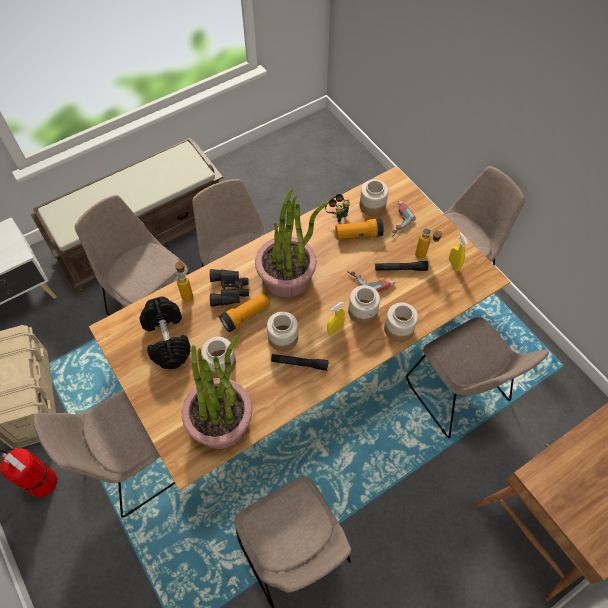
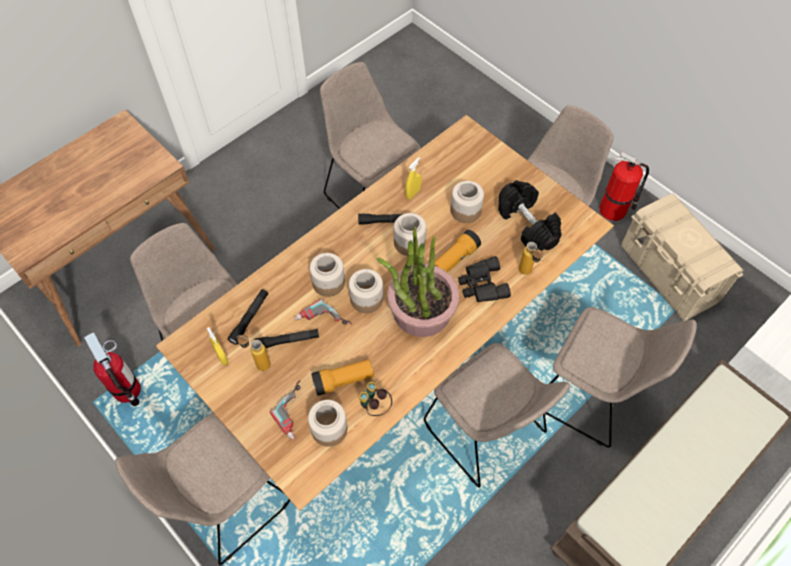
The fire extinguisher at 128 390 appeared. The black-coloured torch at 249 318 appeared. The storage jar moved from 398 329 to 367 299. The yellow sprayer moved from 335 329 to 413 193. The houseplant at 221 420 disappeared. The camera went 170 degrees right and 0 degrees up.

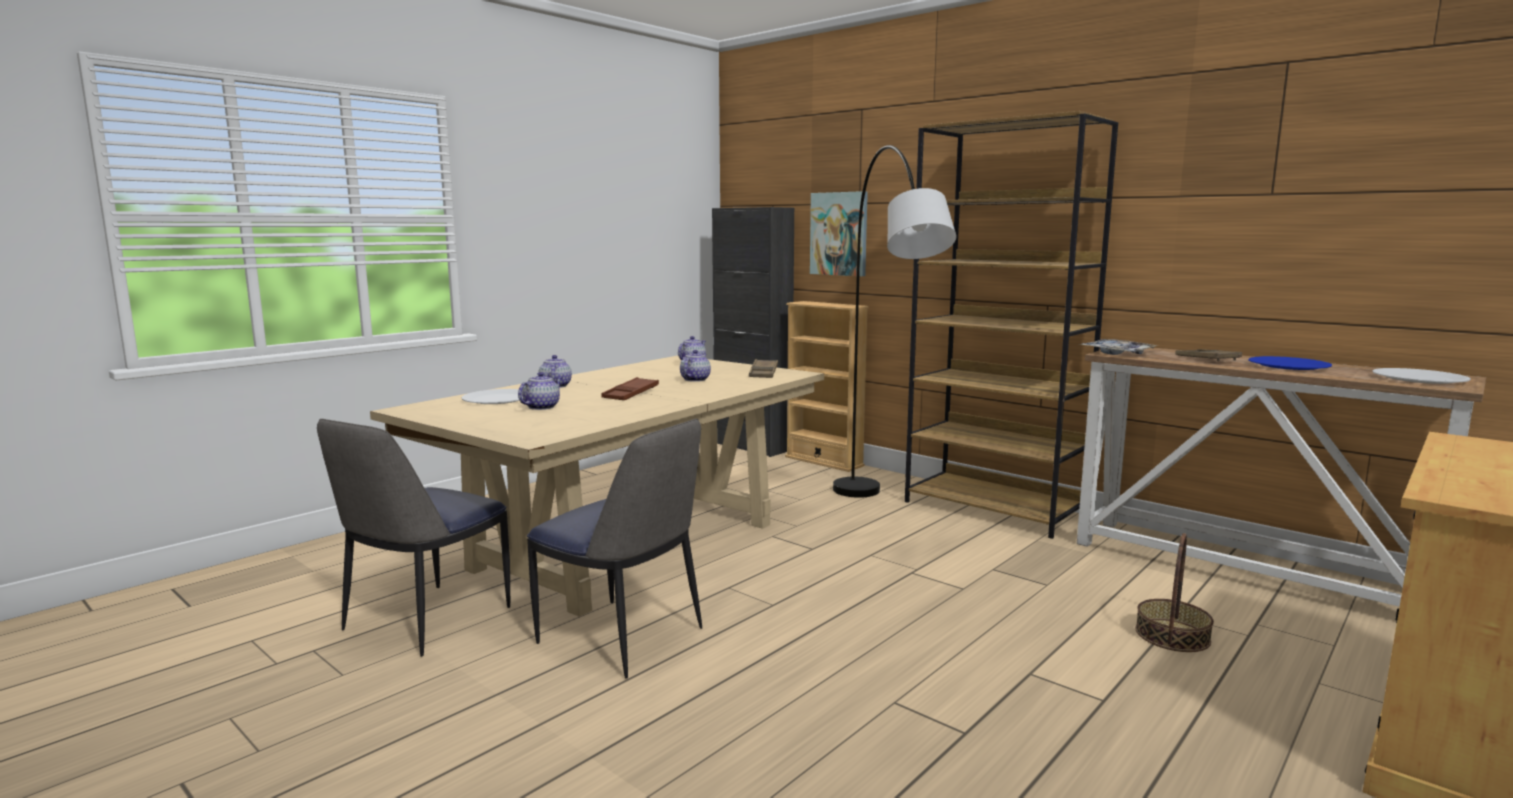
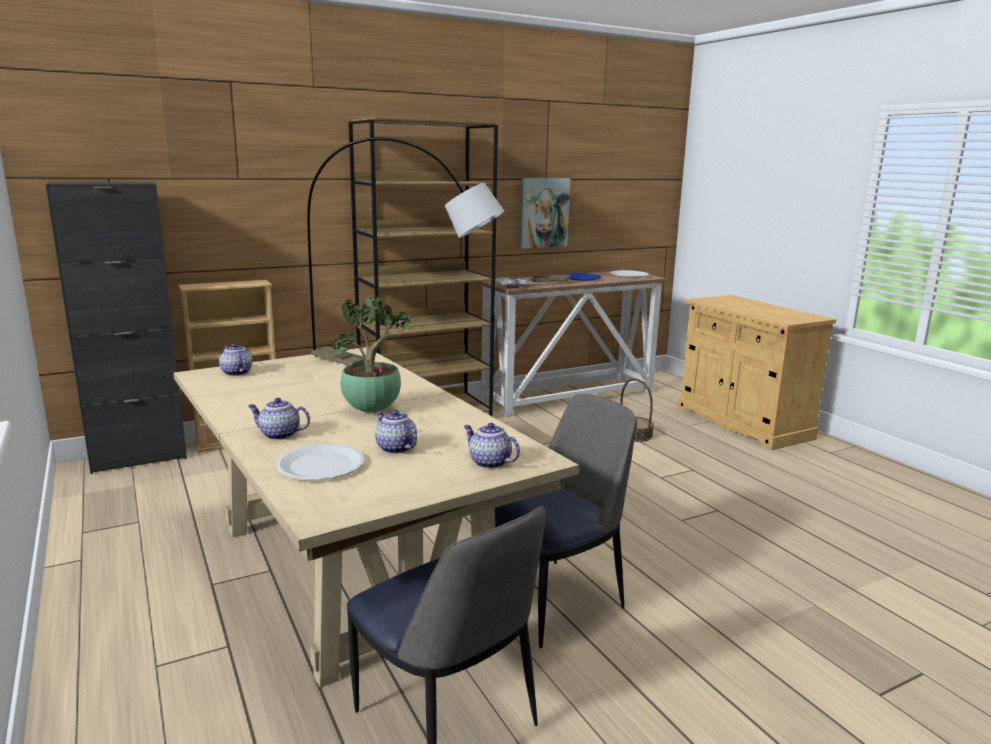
The brown-coloured tray at 631 394 was replaced by the houseplant at 373 410. The teapot moved from 695 379 to 489 462. The wall picture moved from 839 234 to 543 213. The camera went 70 degrees left and 5 degrees up.

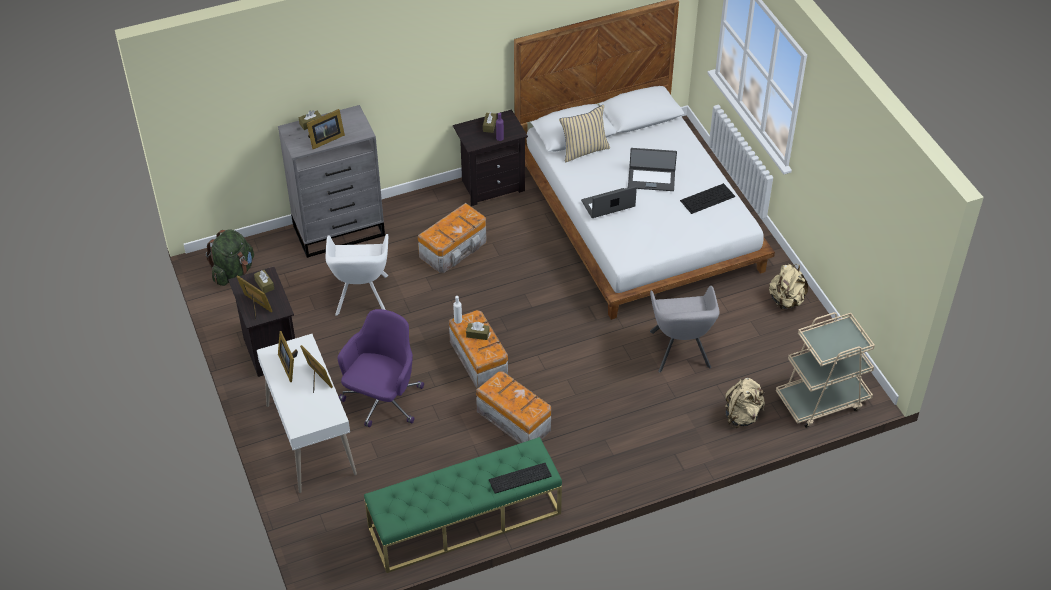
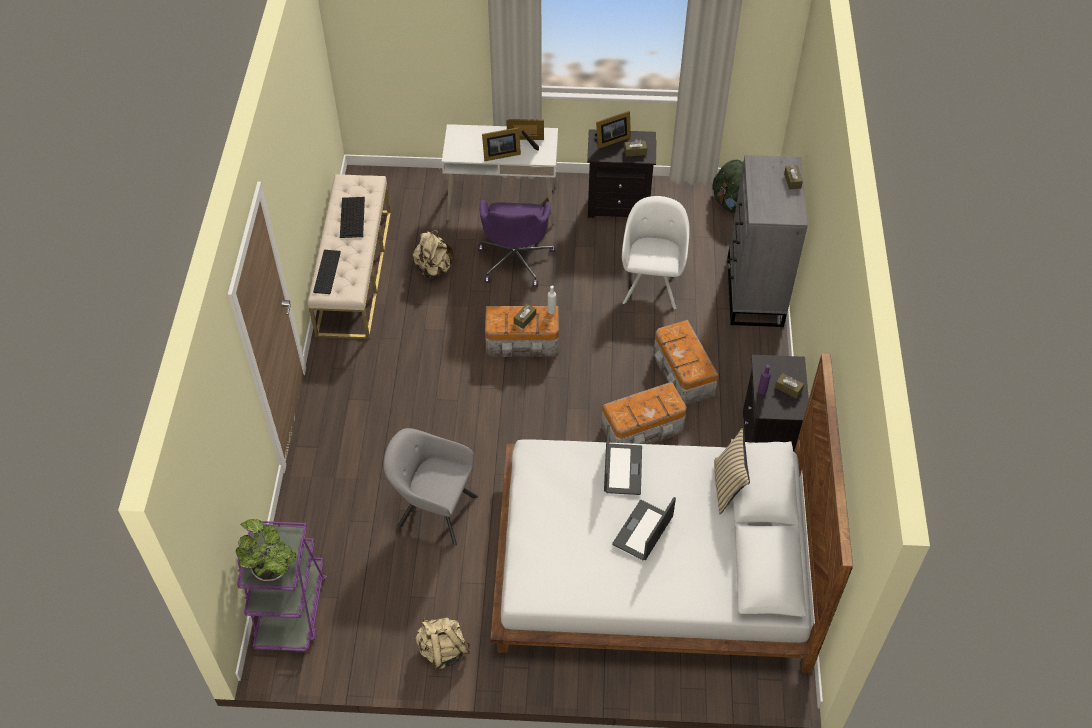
The houseplant at 270 568 appeared. The beige trolley at 821 400 became the purplish trolley at 291 608. The green bench at 464 520 became the beige bench at 354 272. The PC keyboard moved from 708 198 to 352 217. The beige backpack moved from 742 415 to 434 269. The purplish desk chair at 382 401 turned 45 degrees clockwise. The storage box moved from 514 420 to 644 428. The whitish easy chair at 361 297 turned 75 degrees clockwise. The standing frame at 325 140 disappeared. The camera went 115 degrees right and 5 degrees up.

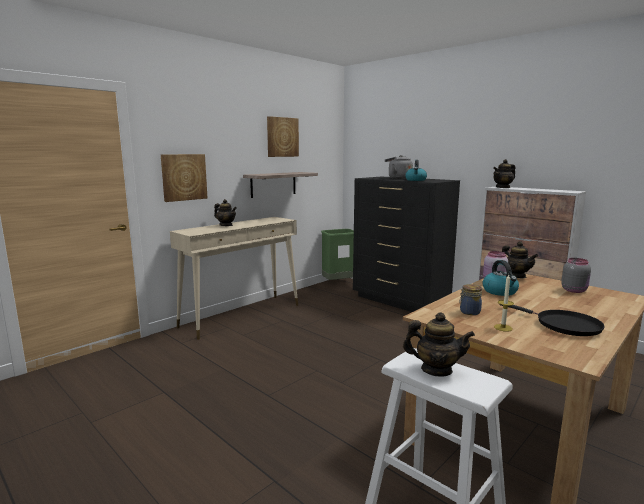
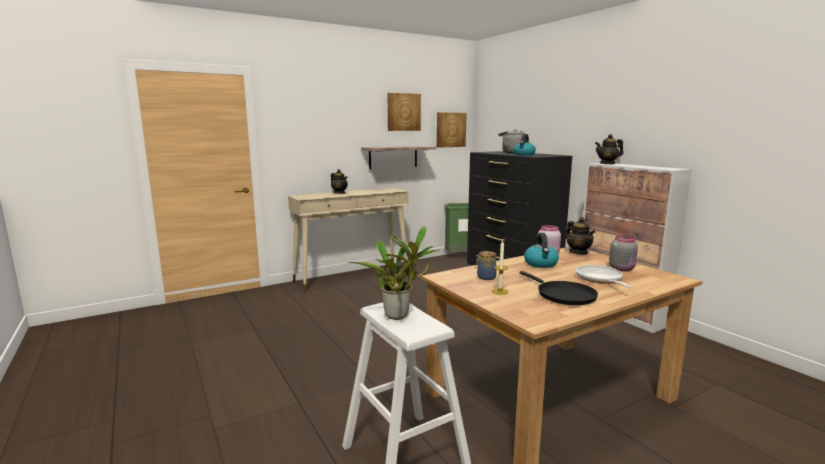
The teapot at 436 370 was replaced by the houseplant at 400 315. The wall picture moved from 184 177 to 450 129. The frying pan at 600 279 appeared. The camera went 15 degrees right and 0 degrees up.

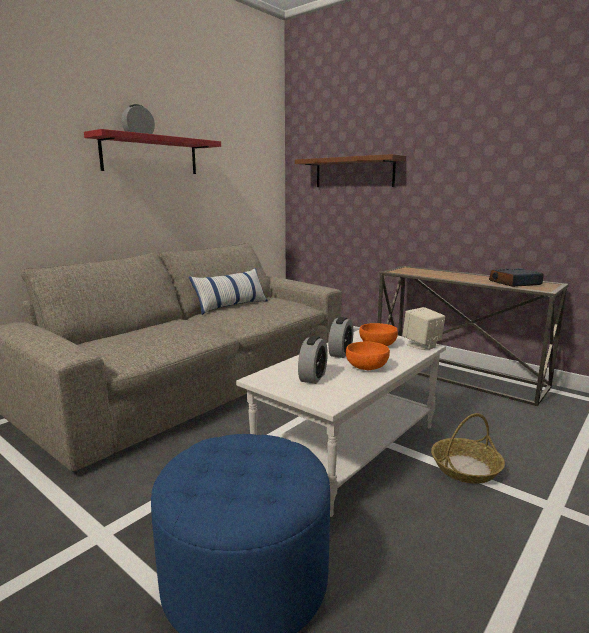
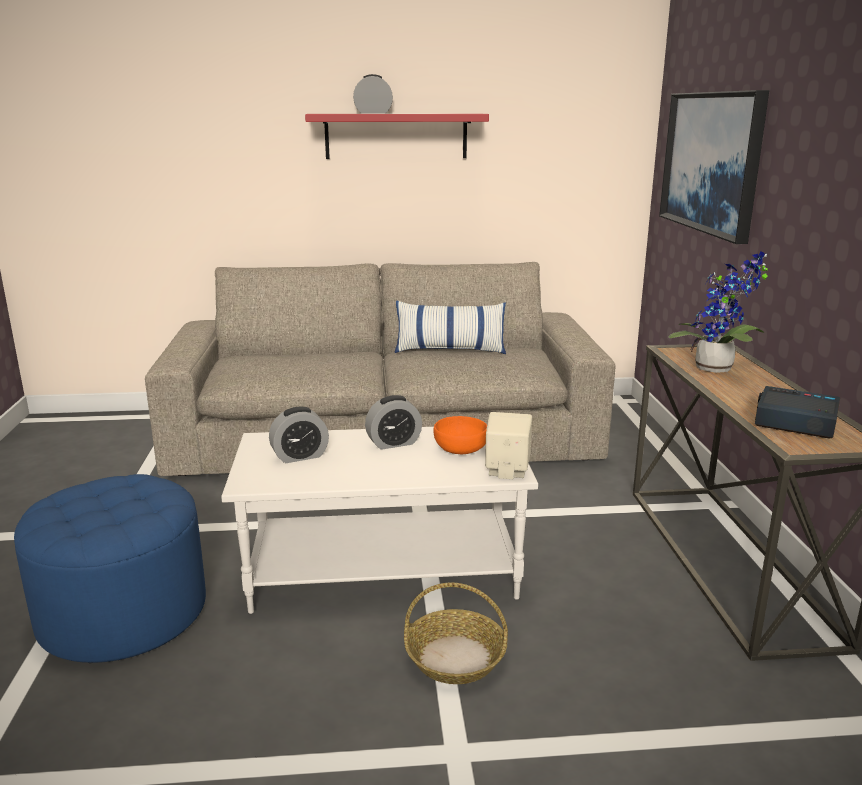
The brown-coloured wall shelf at 354 172 was replaced by the wall picture at 712 162. The houseplant at 717 369 appeared. The orange-coloured serving bowl at 367 366 disappeared. The camera went 45 degrees right and 5 degrees up.

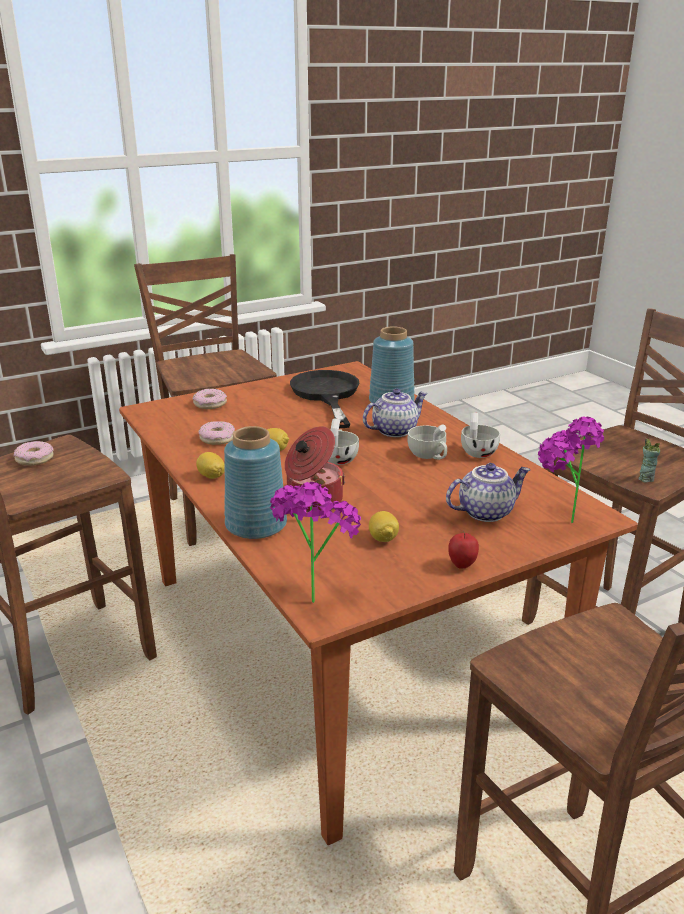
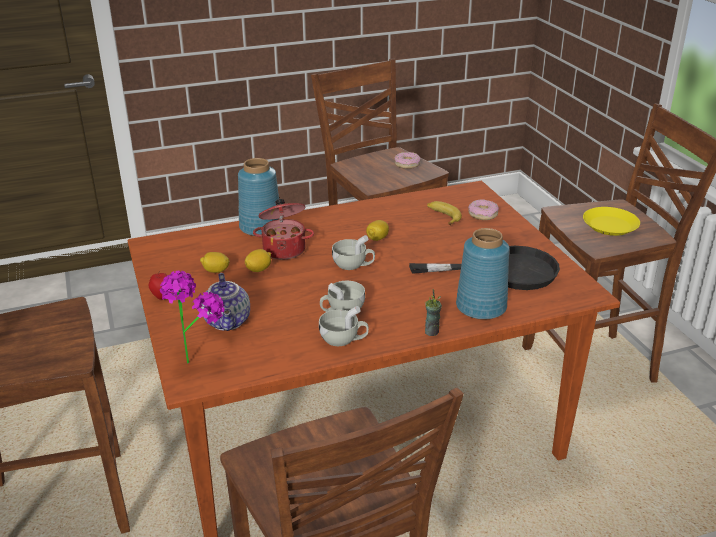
The whole lemon moved from 211 476 to 259 269. The drinking cup moved from 645 479 to 432 331. The whole banana at 443 216 appeared. The yellow plate at 610 225 appeared. The ring doughnut at 217 438 disappeared. The houseplant at 313 591 disappeared. The teapot at 394 430 disappeared. The camera went 100 degrees right and 5 degrees up.

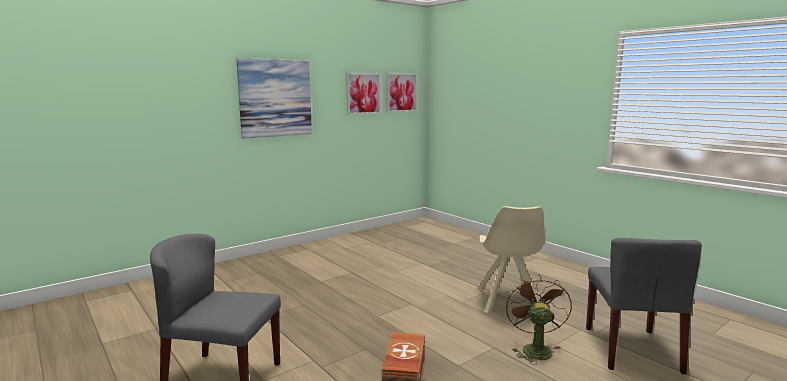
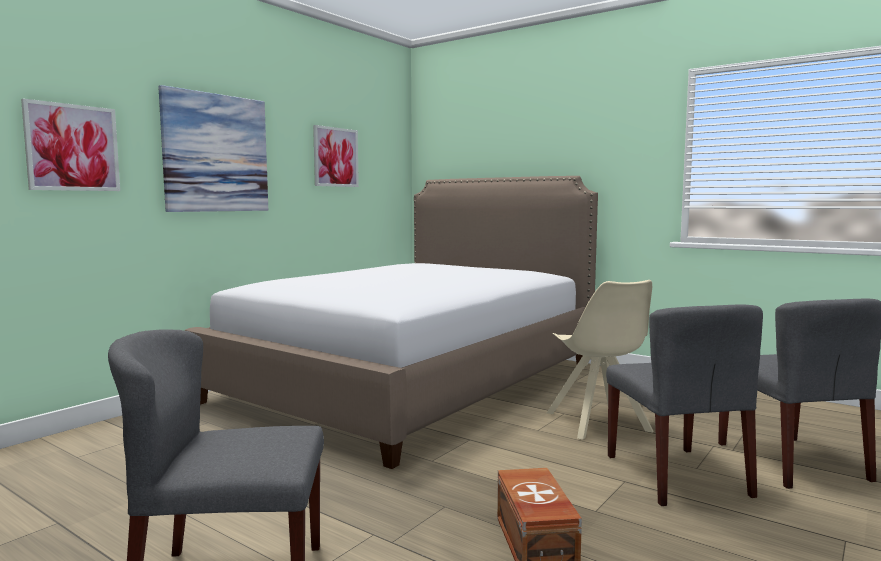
The wall picture moved from 401 92 to 72 147. The bedroom bed at 412 382 appeared. The brown-coloured electric fan at 534 348 was replaced by the greyish plain chair at 677 475. The camera went 15 degrees left and 5 degrees down.

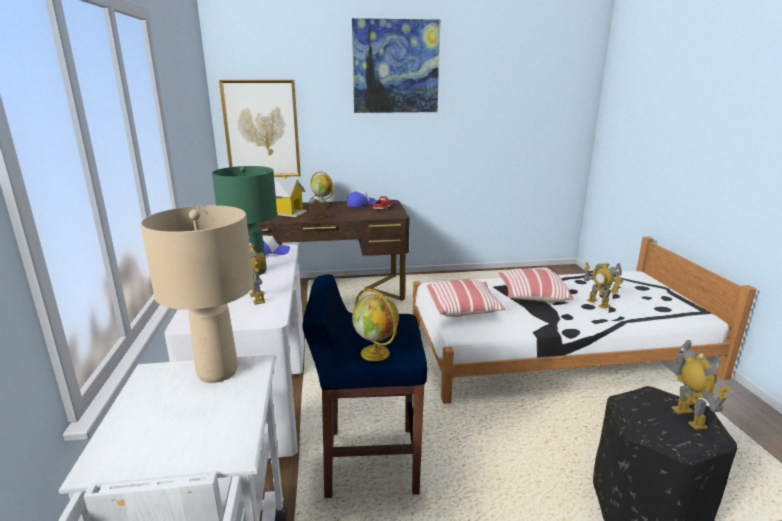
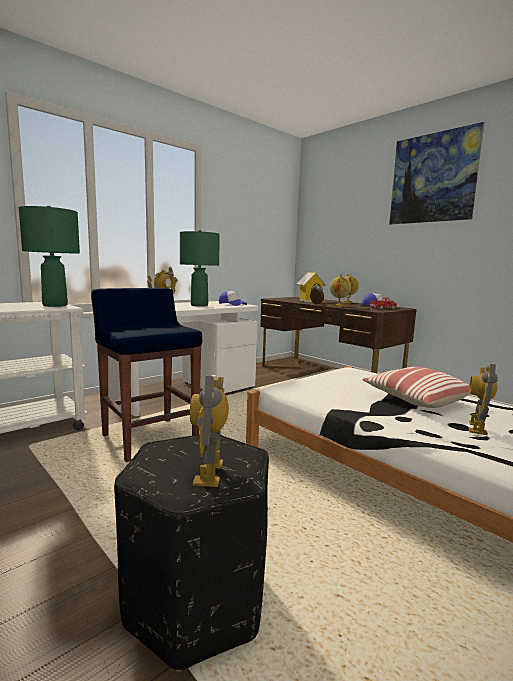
The beige tabletop lamp at 217 372 became the green tabletop lamp at 54 305. The model robot at 689 417 turned 135 degrees clockwise. The globe moved from 376 353 to 339 306. The wall picture at 262 129 disappeared. The pillow at 463 308 disappeared. The camera went 55 degrees right and 10 degrees down.

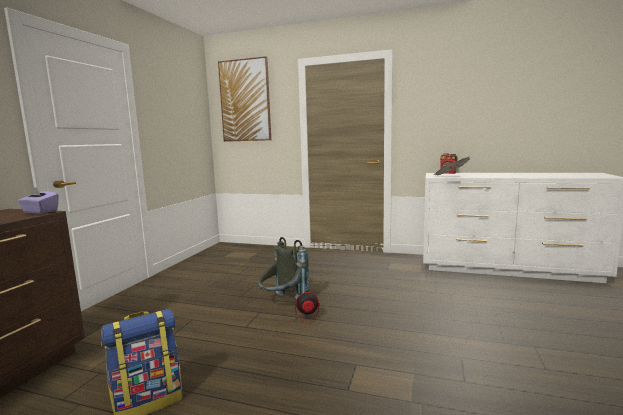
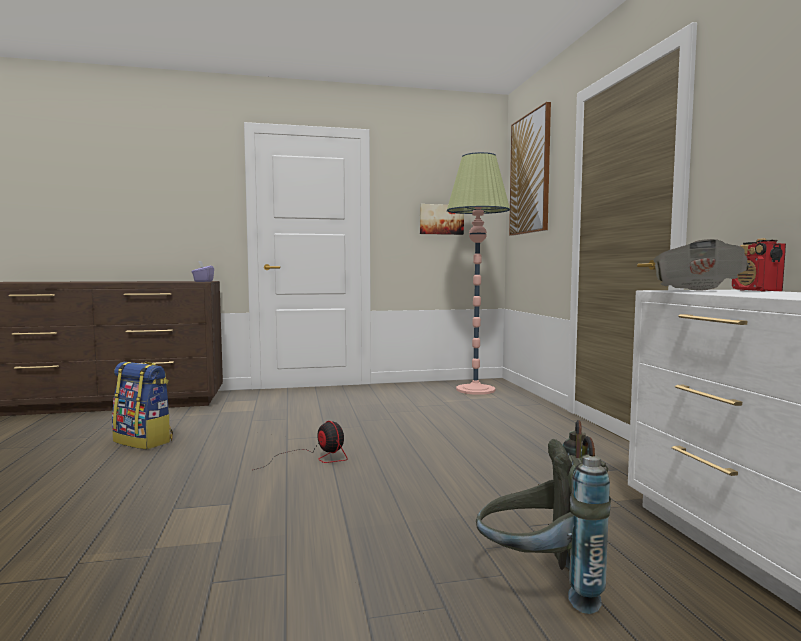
The wall picture at 441 219 appeared. The standing lamp at 475 390 appeared. The greyish backpack moved from 282 302 to 540 583. The camera went 60 degrees right and 5 degrees down.

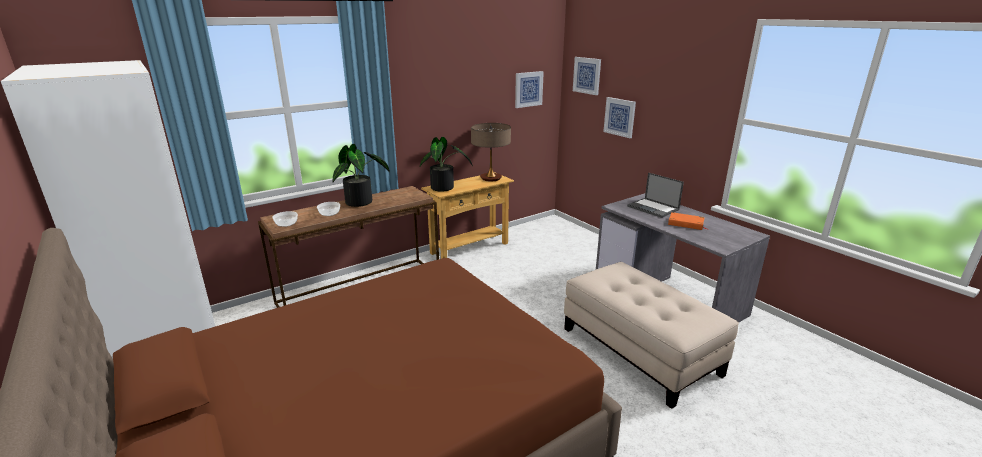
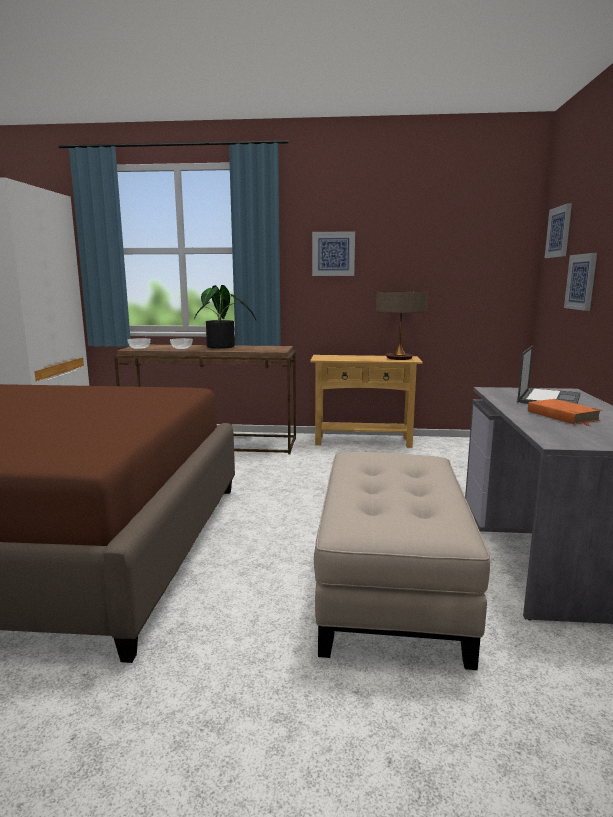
The wall picture moved from 528 89 to 333 254. The laptop at 653 208 turned 150 degrees counterclockwise. The houseplant at 444 188 disappeared. The camera went 40 degrees right and 10 degrees down.

